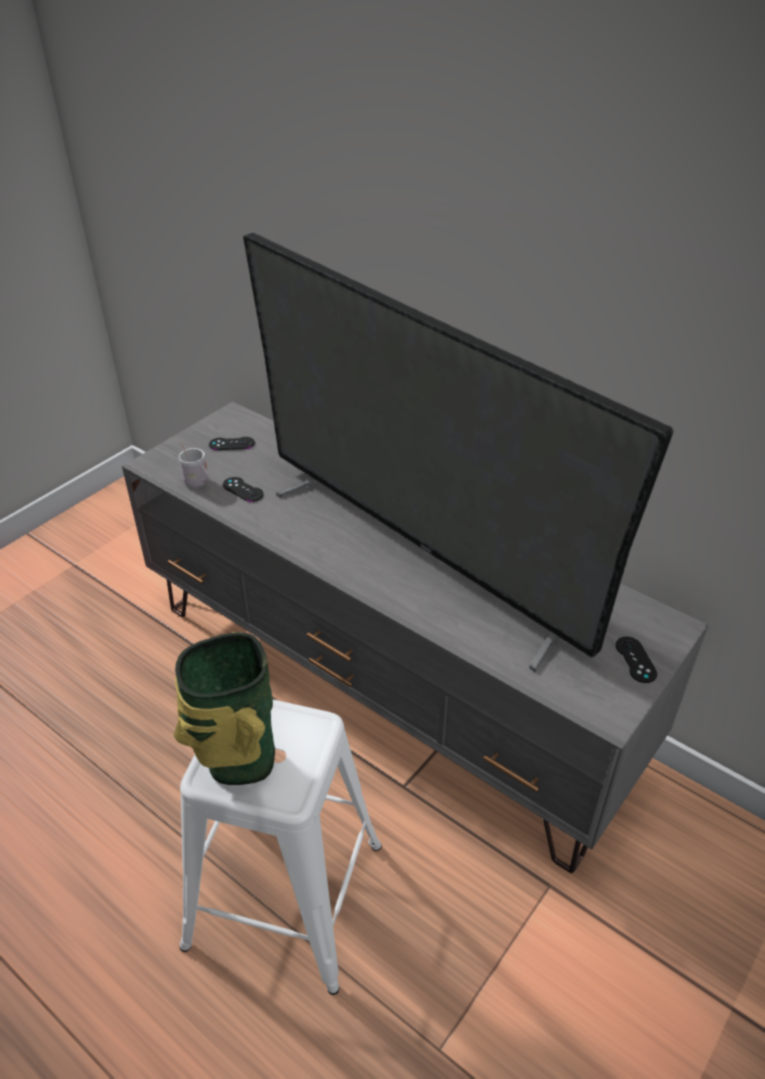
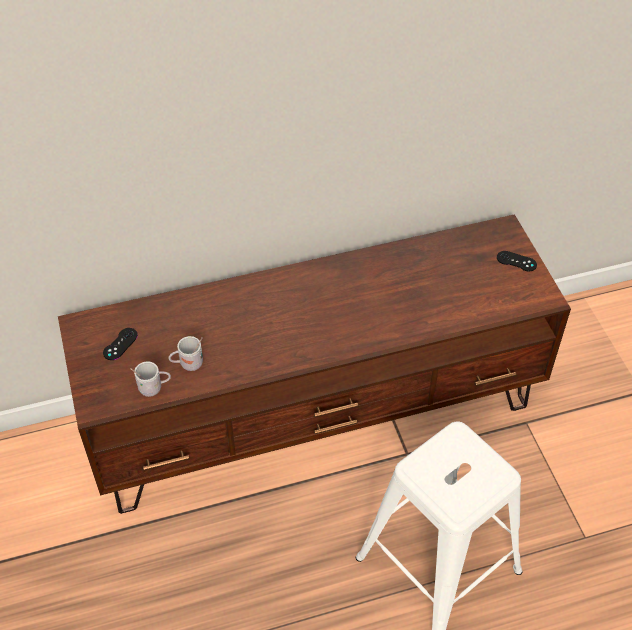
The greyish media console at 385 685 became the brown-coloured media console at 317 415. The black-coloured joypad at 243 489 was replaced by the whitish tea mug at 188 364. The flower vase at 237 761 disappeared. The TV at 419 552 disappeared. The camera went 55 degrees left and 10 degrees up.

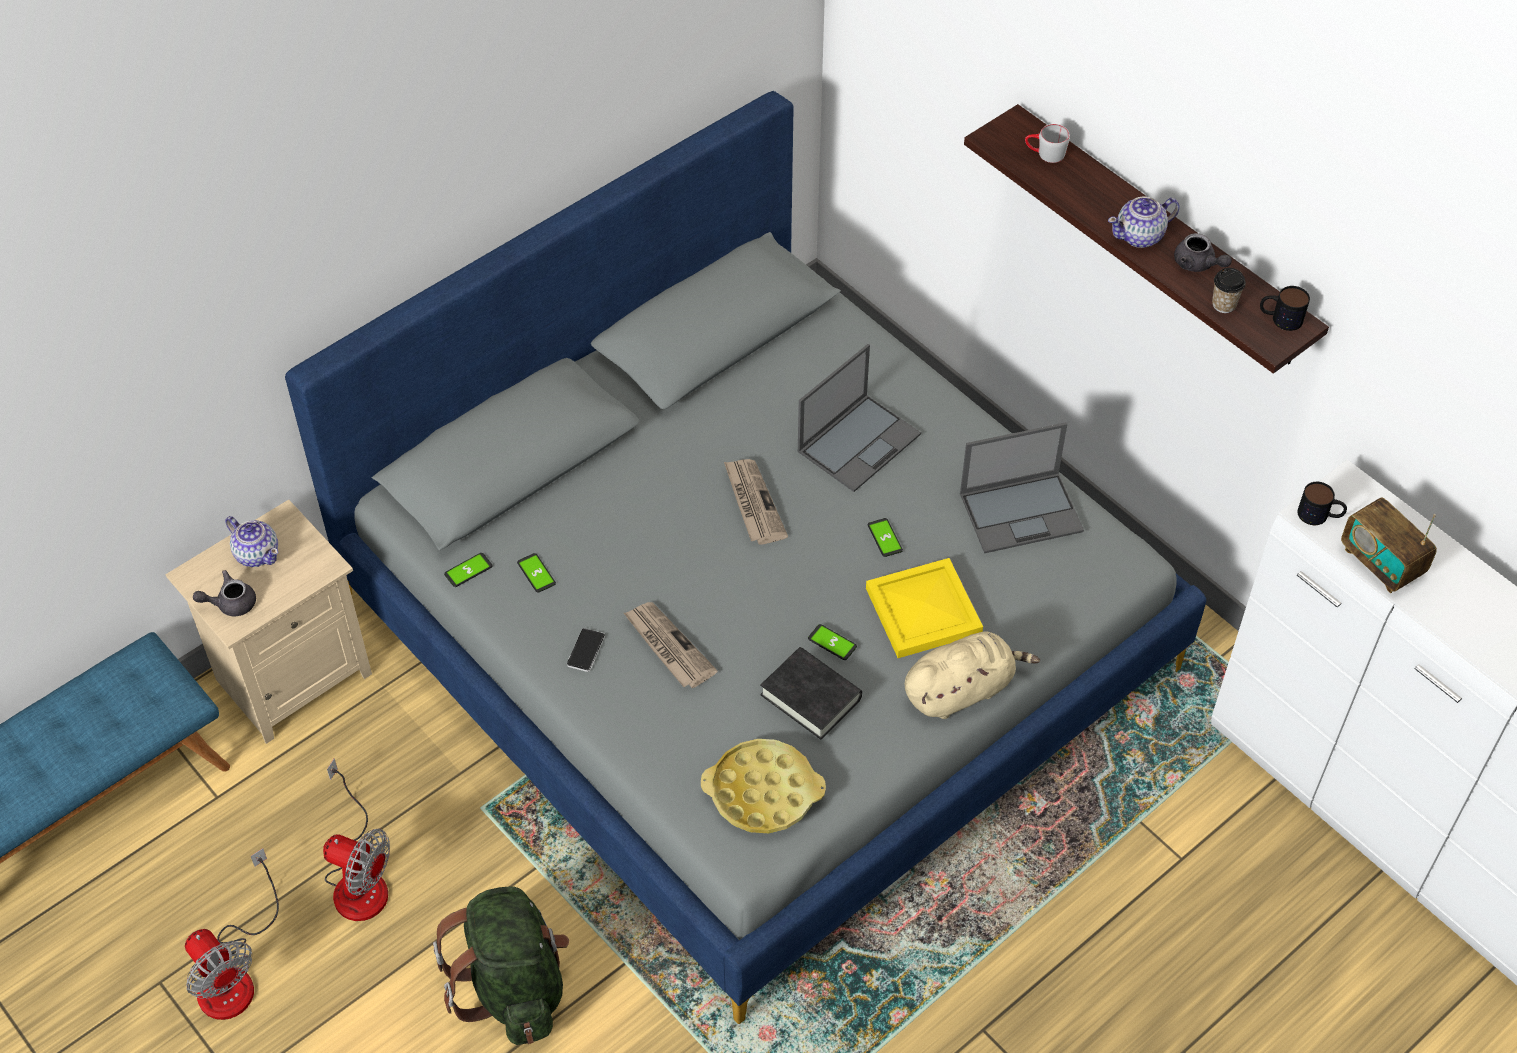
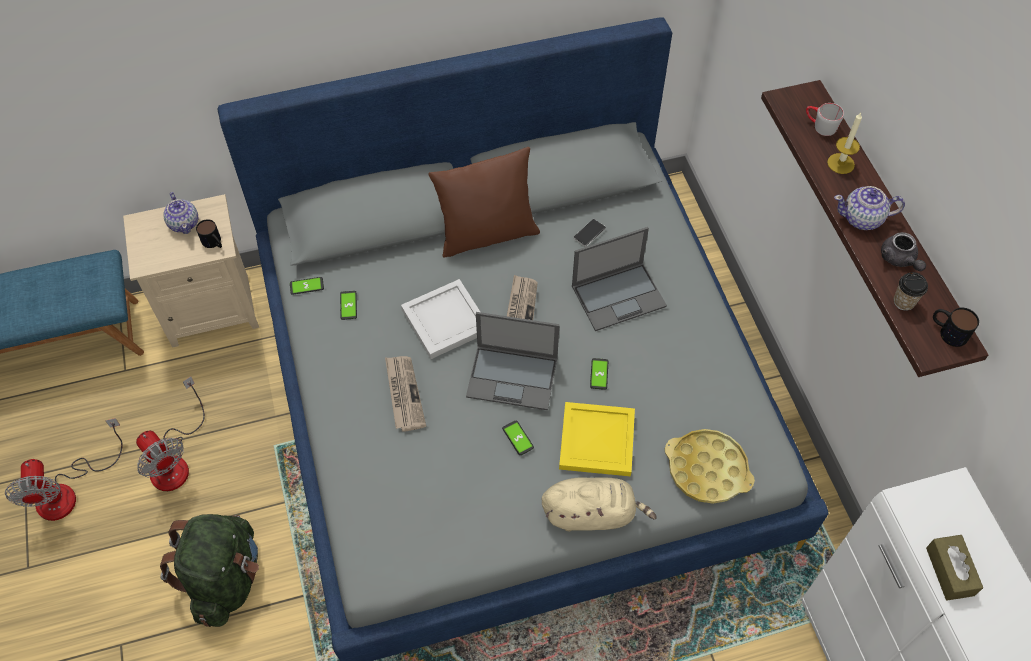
The tea mug moved from 1320 515 to 214 243. The whitish tray at 447 321 appeared. The brown-coloured pillow at 487 234 appeared. The laptop moved from 1022 512 to 513 377. The handset moved from 586 651 to 589 233. The yellow tray moved from 763 792 to 707 469. The candle at 840 163 appeared. The radio receiver at 1381 563 was replaced by the brown-coloured tissue holder at 949 571. The greyish teapot at 230 603 disappeared. The black-coloured volume at 811 697 disappeared. The camera went 25 degrees right and 5 degrees up.

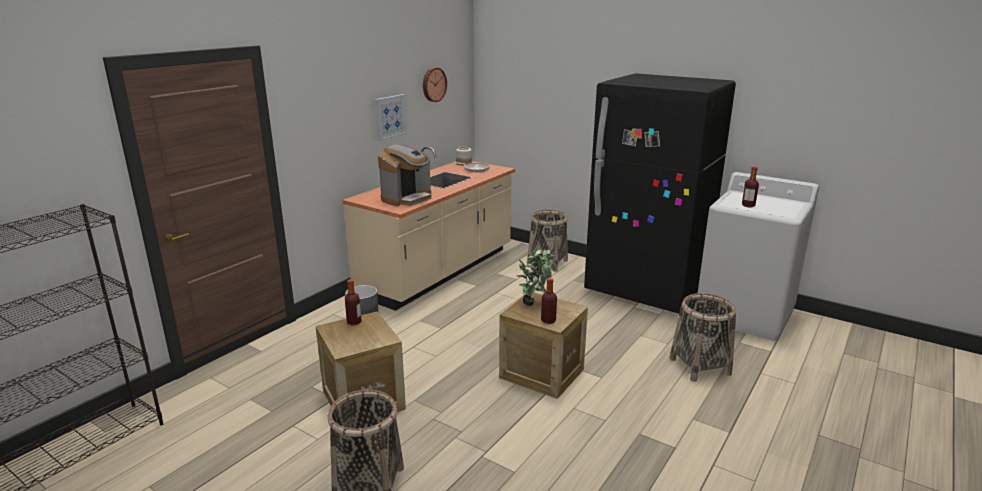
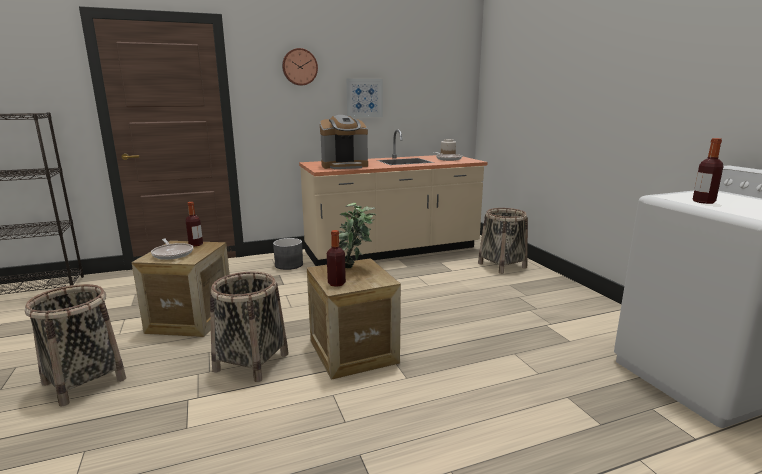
The frying pan at 172 253 appeared. The storage basket moved from 700 366 to 251 362. The clock on the wall moved from 433 84 to 299 67. The black-coloured kitchen fridge at 645 290 disappeared. The camera went 35 degrees right and 5 degrees down.

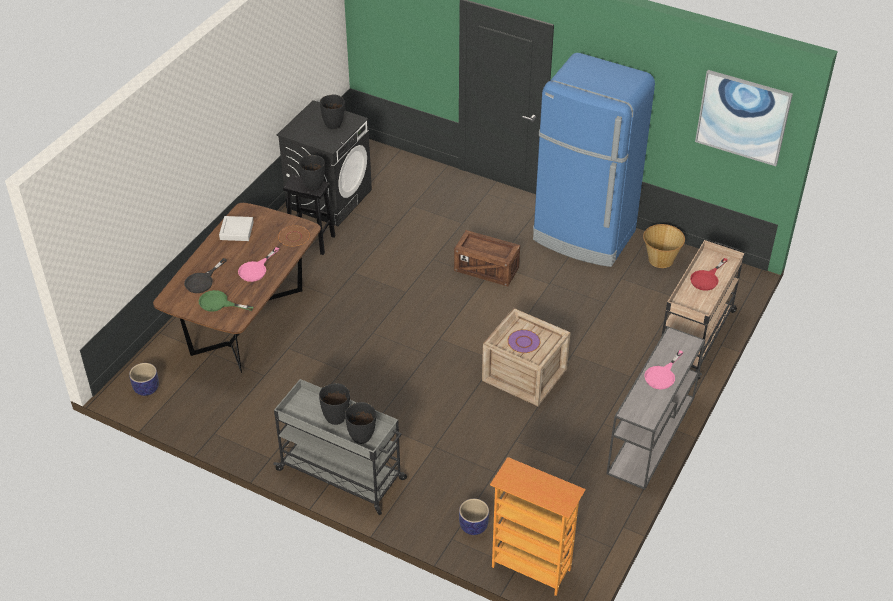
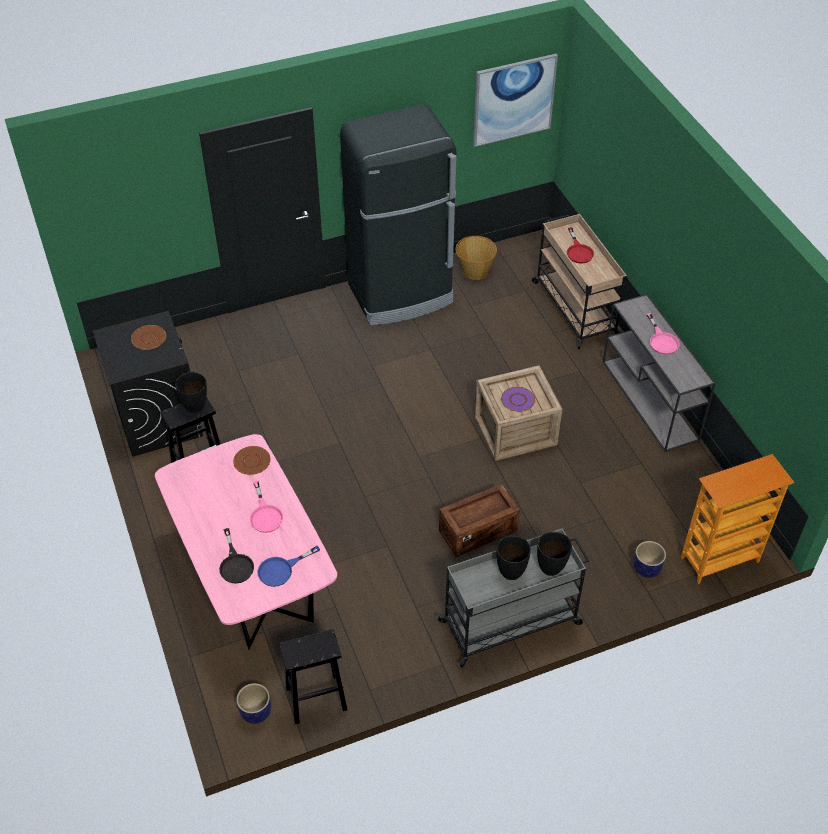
The black-coloured flower vase at 334 125 was replaced by the brown-coloured plate at 148 338. The brown-coloured kitchen table at 248 322 became the pink-coloured kitchen table at 253 578. The green frying pan at 218 303 became the blue frying pan at 281 570. The black-coloured stool at 315 699 appeared. The blue kitchen fridge at 584 236 became the black-coloured kitchen fridge at 401 295. The shipping crate moved from 486 269 to 477 531. The greyish tray at 236 231 disappeared. The camera went 50 degrees left and 5 degrees up.

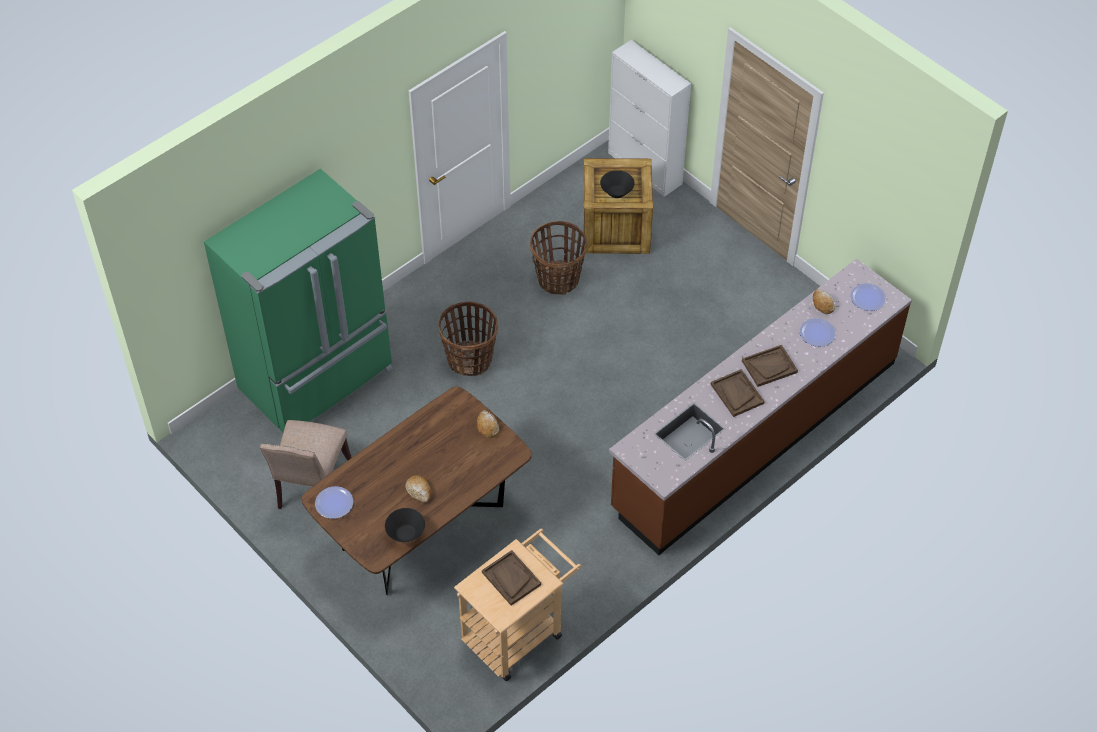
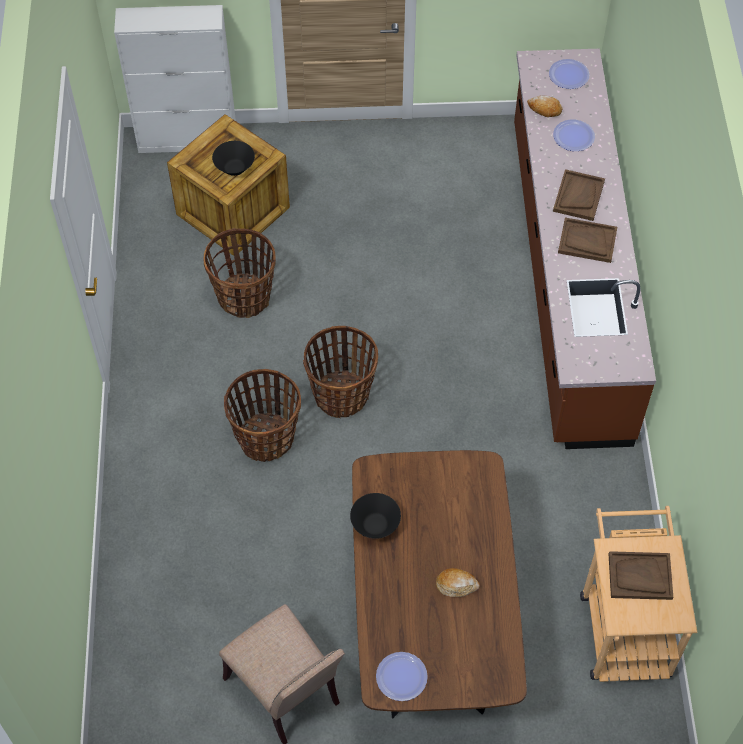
The storage basket at 341 394 appeared. The black-coloured serving bowl moved from 406 534 to 375 525. The green kitchen fridge at 318 381 disappeared. The bread at 487 426 disappeared. The camera went 50 degrees left and 5 degrees up.

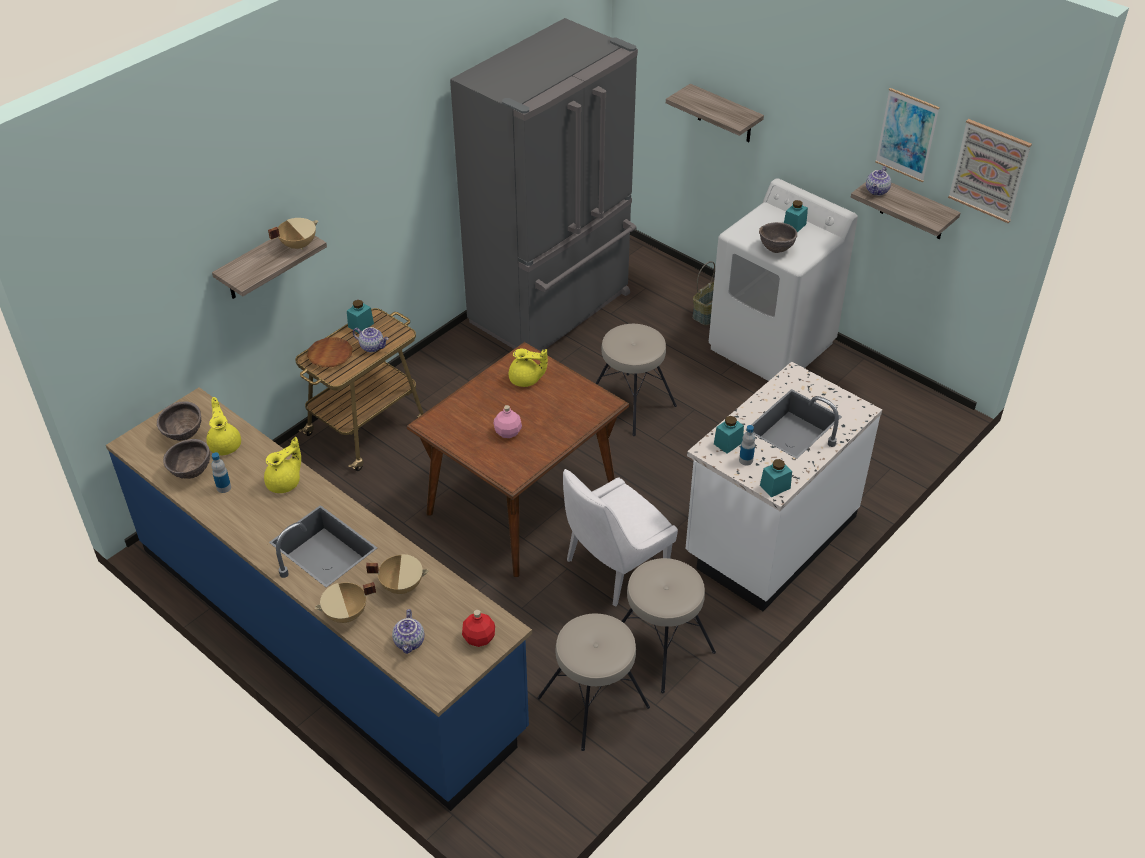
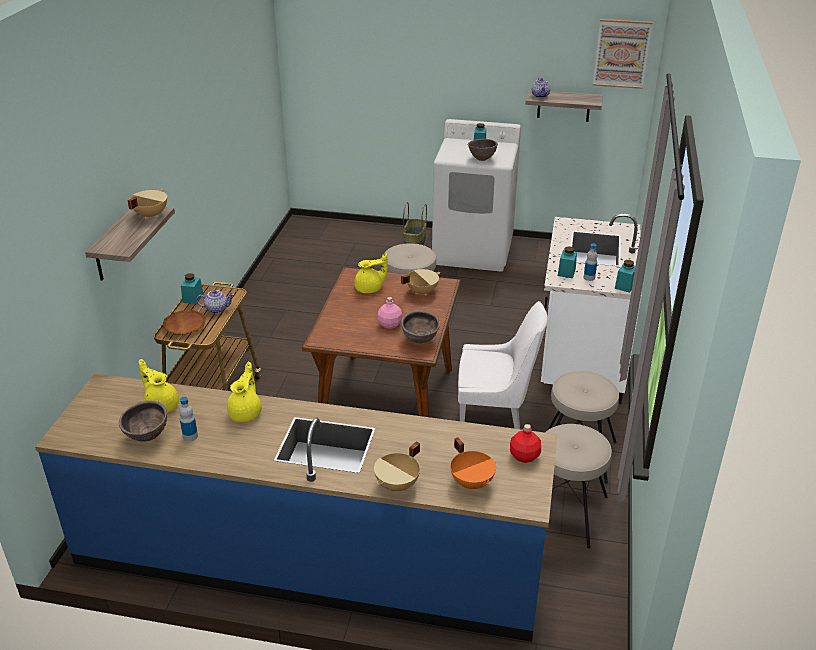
The beige cooking pot moved from 401 585 to 421 291. The brown-coloured serving bowl moved from 184 435 to 420 340. The teapot at 410 642 was replaced by the orange-coloured cooking pot at 472 482. The whitish plain chair at 613 568 turned 105 degrees counterclockwise. The greyish kitchen fridge at 553 309 disappeared. The wall shelf at 725 114 disappeared. The wall picture at 907 135 disappeared. The camera went 30 degrees left and 10 degrees down.

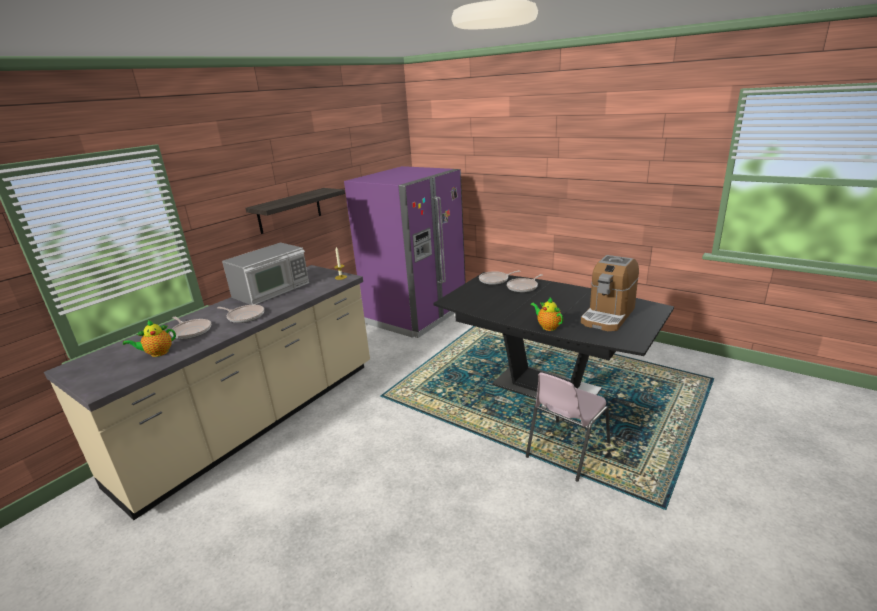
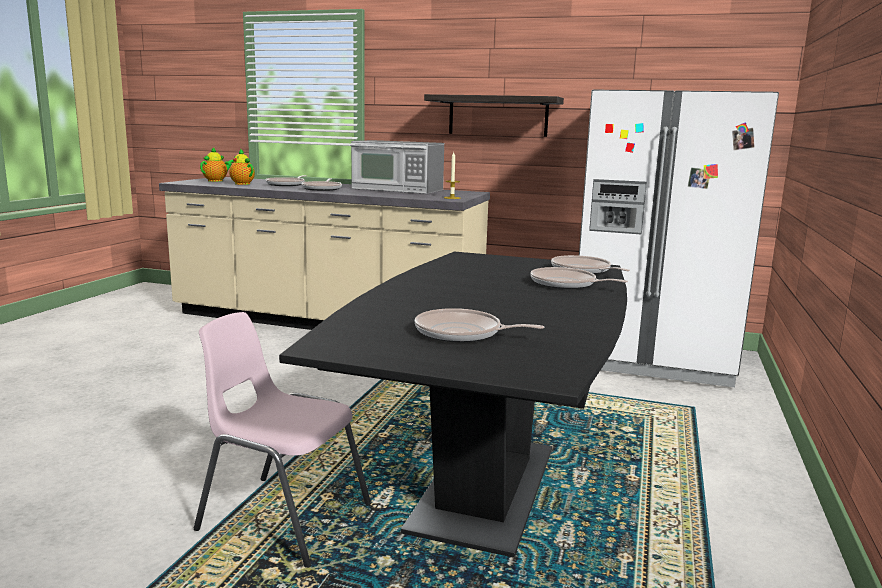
The teapot moved from 547 327 to 217 181. The coffee machine at 608 315 was replaced by the frying pan at 462 333. The purplish kitchen fridge at 416 315 became the whitish kitchen fridge at 651 358. The camera went 70 degrees right and 10 degrees down.

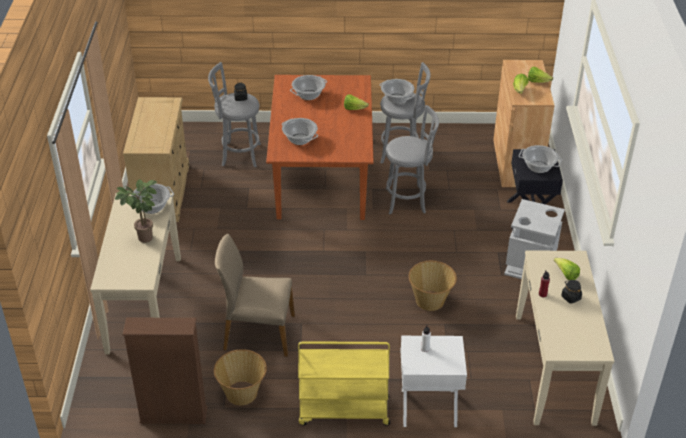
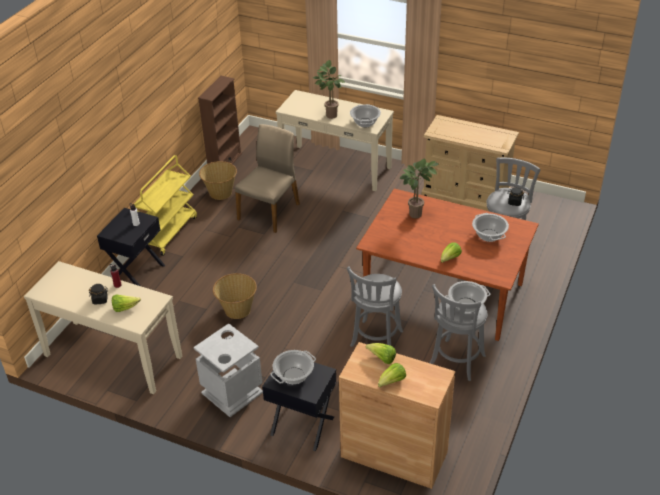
The whitish nightstand at 428 408 became the black-coloured nightstand at 137 273. The cooking pot at 299 139 was replaced by the houseplant at 416 213. The camera went 115 degrees right and 0 degrees up.

